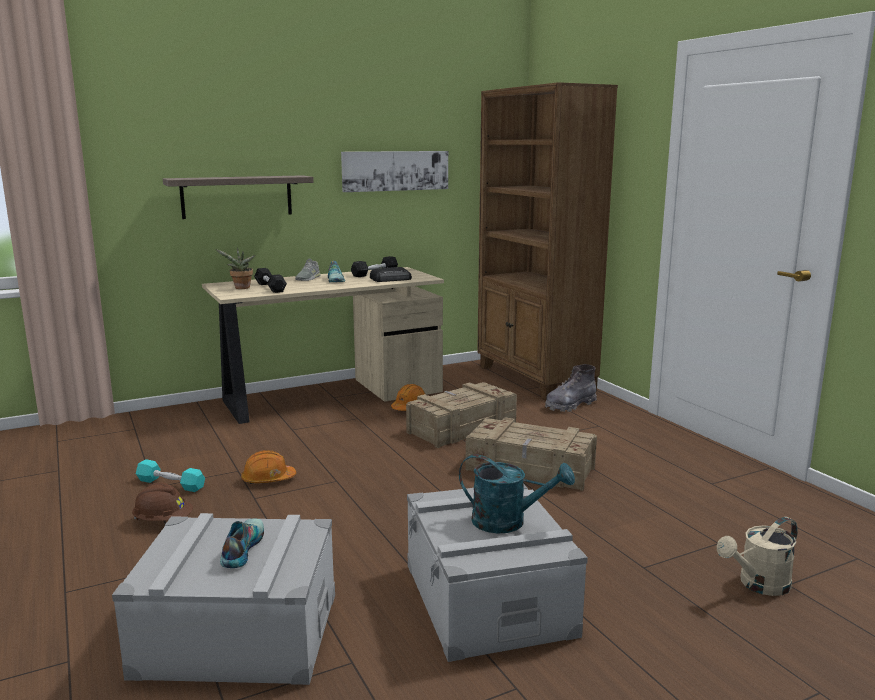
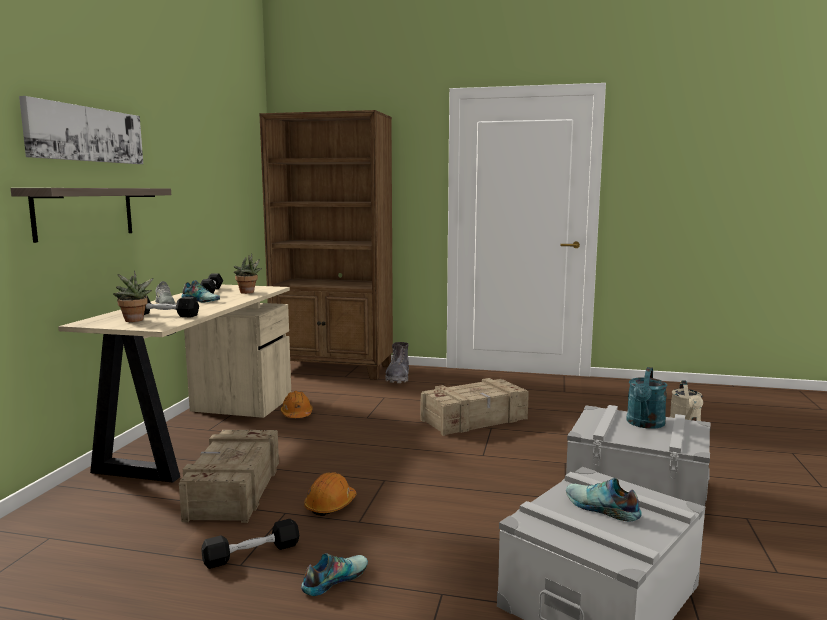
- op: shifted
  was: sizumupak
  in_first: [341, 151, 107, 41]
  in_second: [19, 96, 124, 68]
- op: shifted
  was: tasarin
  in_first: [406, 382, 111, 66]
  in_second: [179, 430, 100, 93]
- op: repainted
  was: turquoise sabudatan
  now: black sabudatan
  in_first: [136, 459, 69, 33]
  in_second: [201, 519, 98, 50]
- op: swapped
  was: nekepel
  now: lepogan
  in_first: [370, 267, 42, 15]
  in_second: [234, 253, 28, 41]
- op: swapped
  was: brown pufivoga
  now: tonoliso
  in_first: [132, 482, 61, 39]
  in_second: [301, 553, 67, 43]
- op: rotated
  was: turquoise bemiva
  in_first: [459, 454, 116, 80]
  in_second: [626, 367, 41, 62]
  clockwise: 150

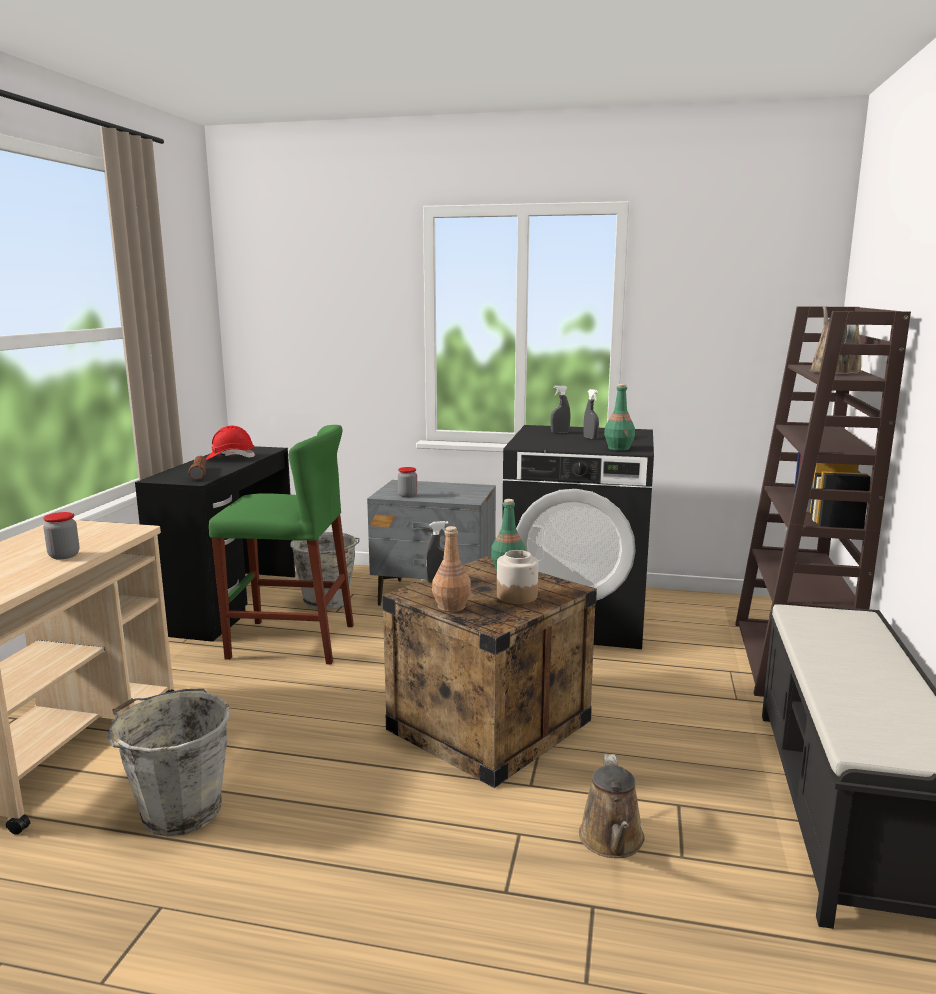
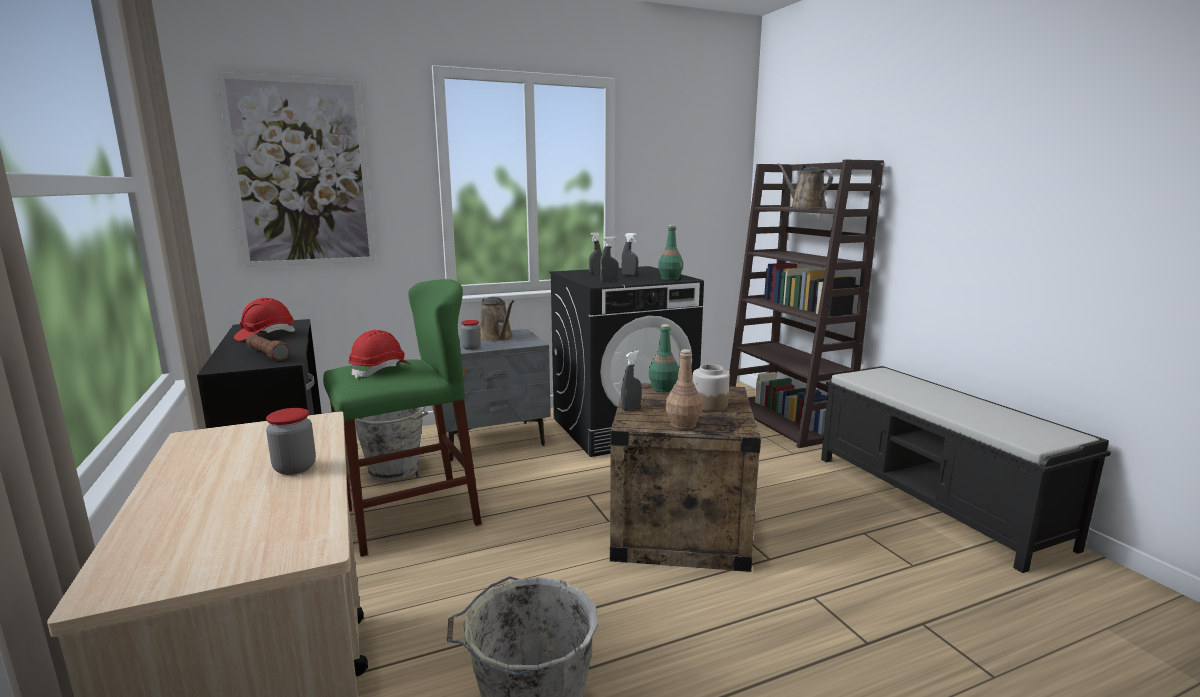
- op: new
  now: sizumupak
  in_second: [216, 72, 160, 195]
- op: new
  now: red pufivoga
  in_second: [348, 330, 63, 49]
- op: shifted
  was: brown bemiva
  in_first: [579, 754, 66, 104]
  in_second: [479, 297, 35, 44]
- op: new
  now: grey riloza
  in_second: [600, 236, 19, 46]

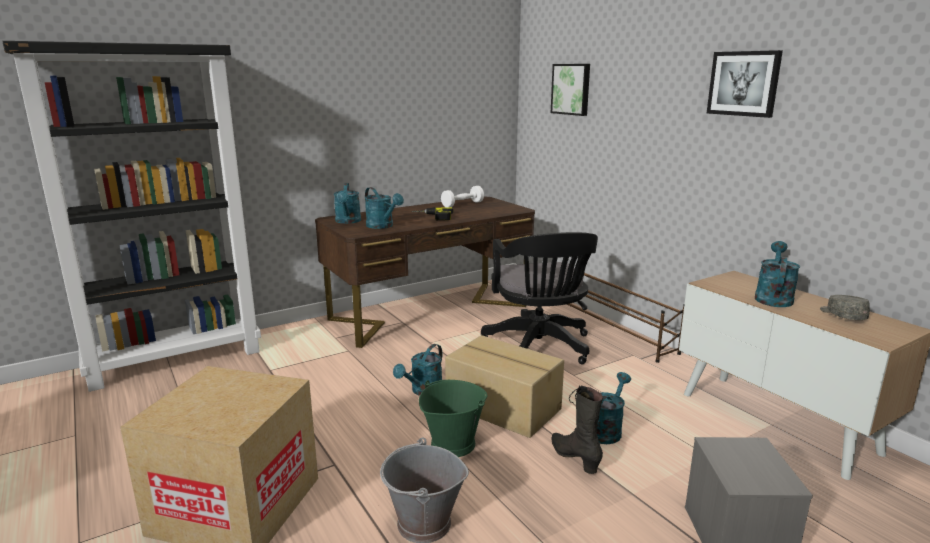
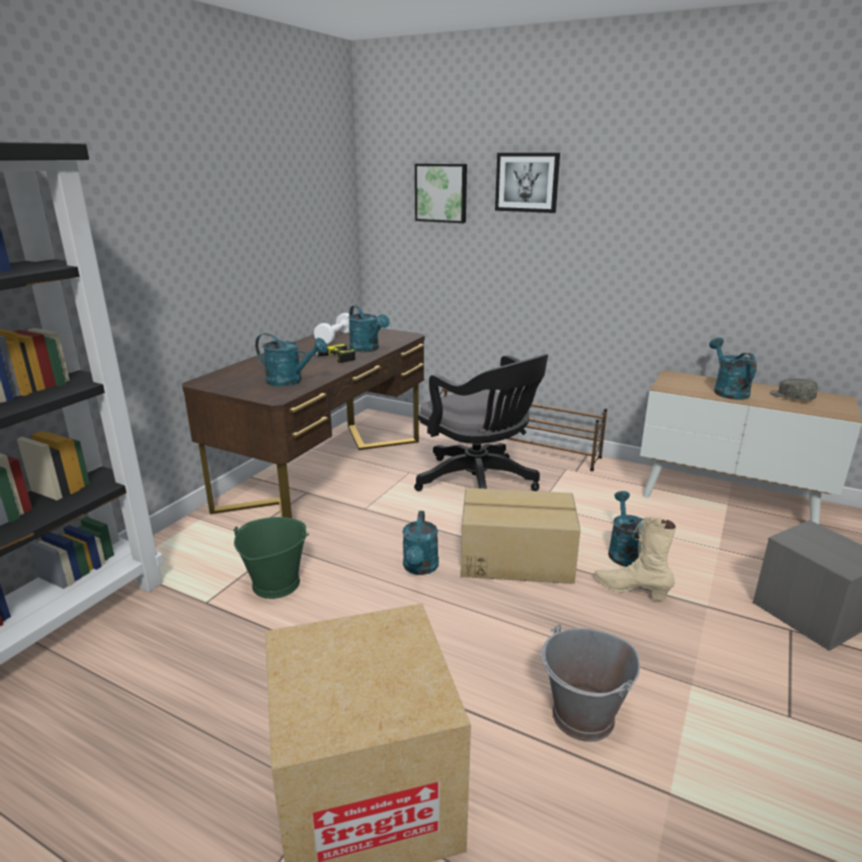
- op: shifted
  was: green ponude
  in_first: [419, 380, 68, 77]
  in_second: [233, 517, 76, 82]
- op: shifted
  was: turquoise bemiva
  in_first: [334, 183, 27, 41]
  in_second: [348, 306, 42, 46]
- op: shifted
  was: sizumupak
  in_first: [707, 50, 76, 68]
  in_second: [495, 153, 65, 60]
- op: repainted
  was: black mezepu
  now: beige mezepu
  in_first: [551, 385, 52, 89]
  in_second: [594, 517, 82, 84]

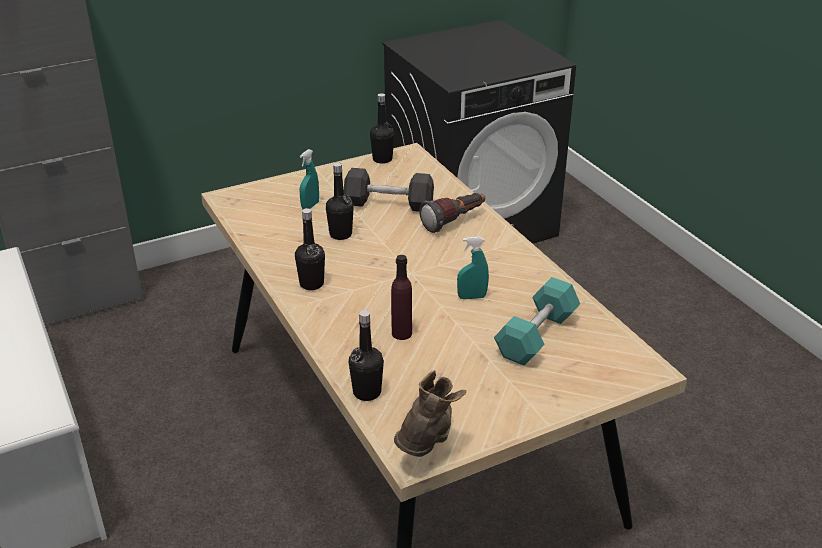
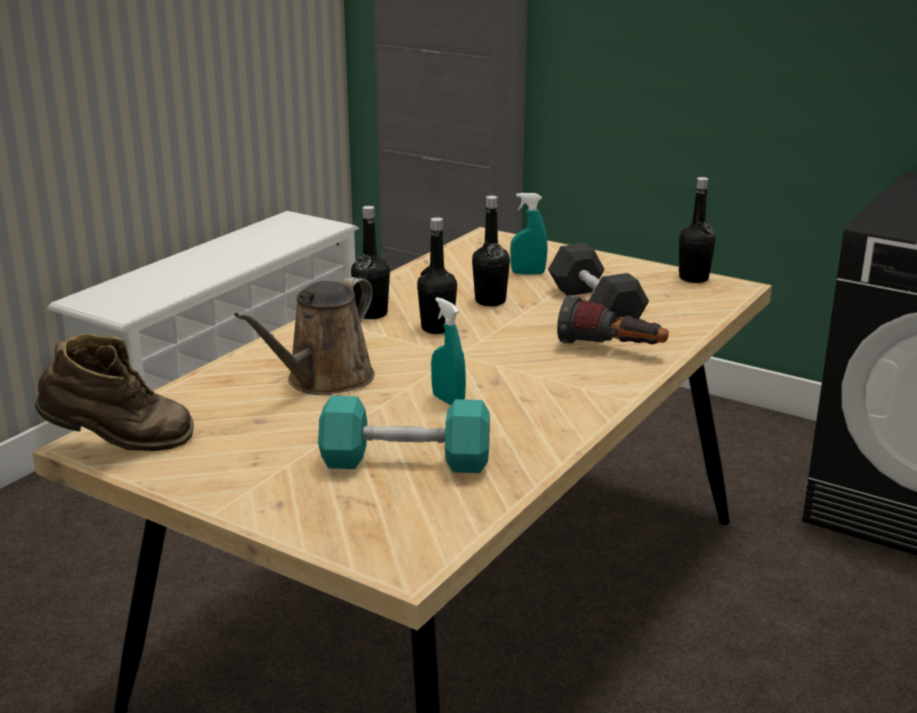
- op: swapped
  was: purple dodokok
  now: brown bemiva
  in_first: [391, 255, 21, 85]
  in_second: [234, 277, 141, 118]
- op: shifted
  was: black dodokok
  in_first: [349, 310, 35, 91]
  in_second: [417, 217, 40, 117]

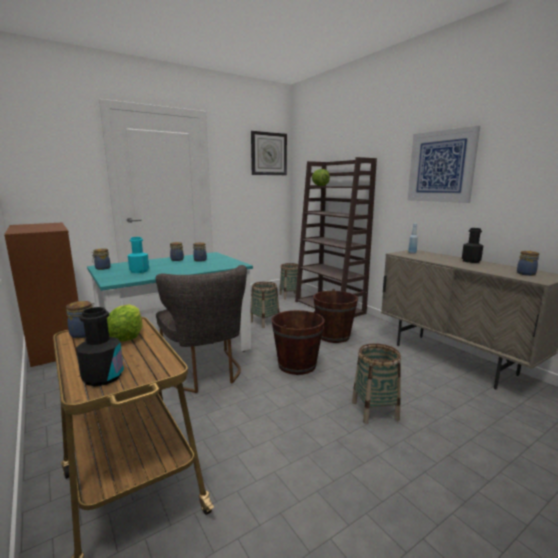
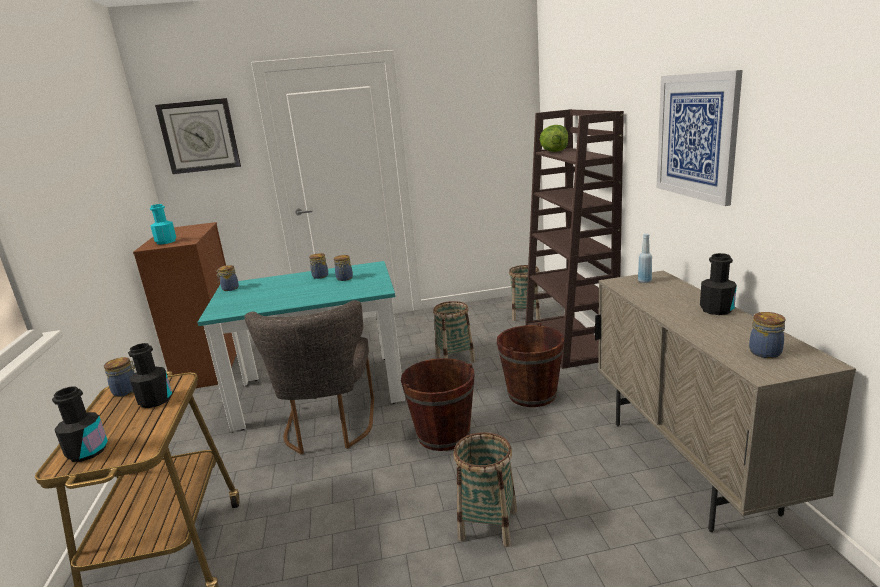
- op: swapped
  was: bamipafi
  now: black dodokok
  in_first: [107, 304, 35, 38]
  in_second: [128, 343, 44, 65]
- op: shifted
  was: turquoise dodokok
  in_first: [128, 237, 21, 36]
  in_second: [150, 204, 26, 41]
- op: shifted
  was: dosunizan
  in_first: [251, 131, 36, 44]
  in_second: [155, 98, 86, 76]

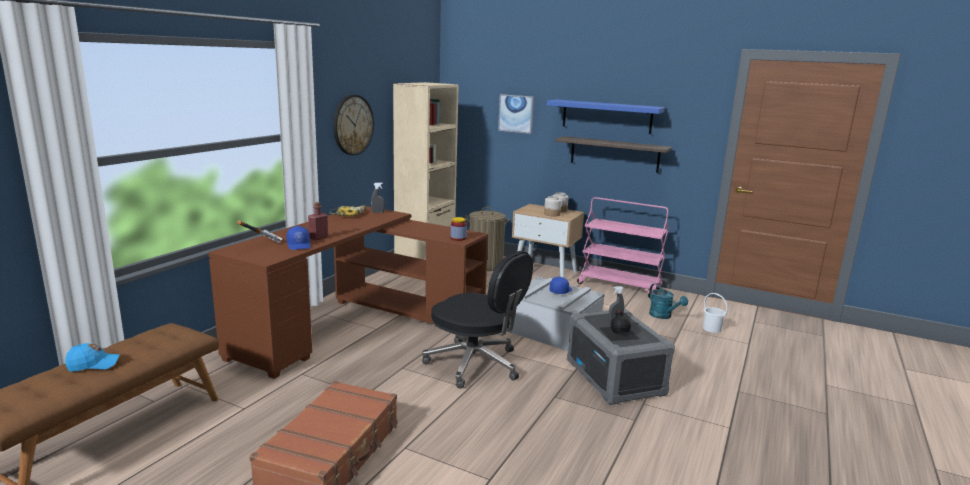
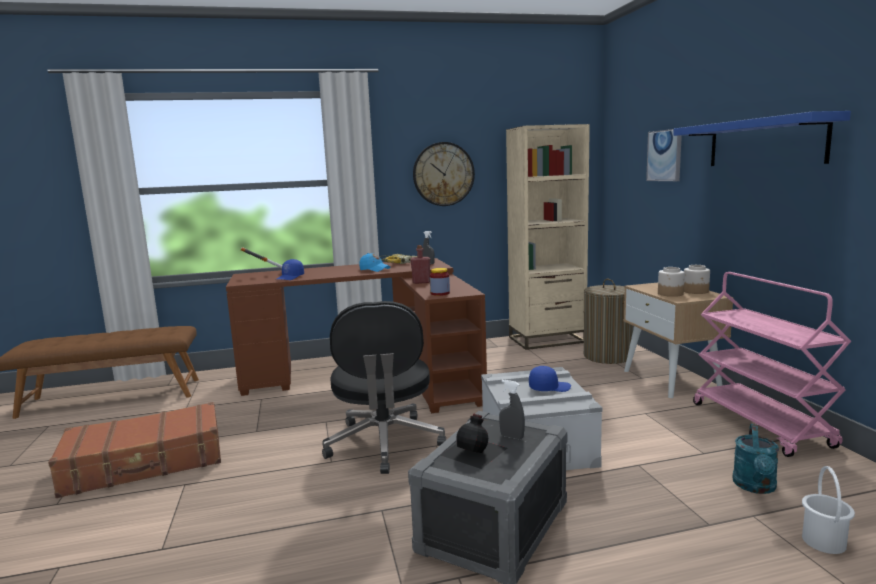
- op: shifted
  was: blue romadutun
  in_first: [65, 343, 55, 29]
  in_second: [359, 253, 31, 19]
- op: shifted
  was: red dodokok
  in_first: [308, 202, 20, 38]
  in_second: [410, 245, 20, 39]
- op: gone
  was: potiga
  in_first: [555, 136, 117, 37]

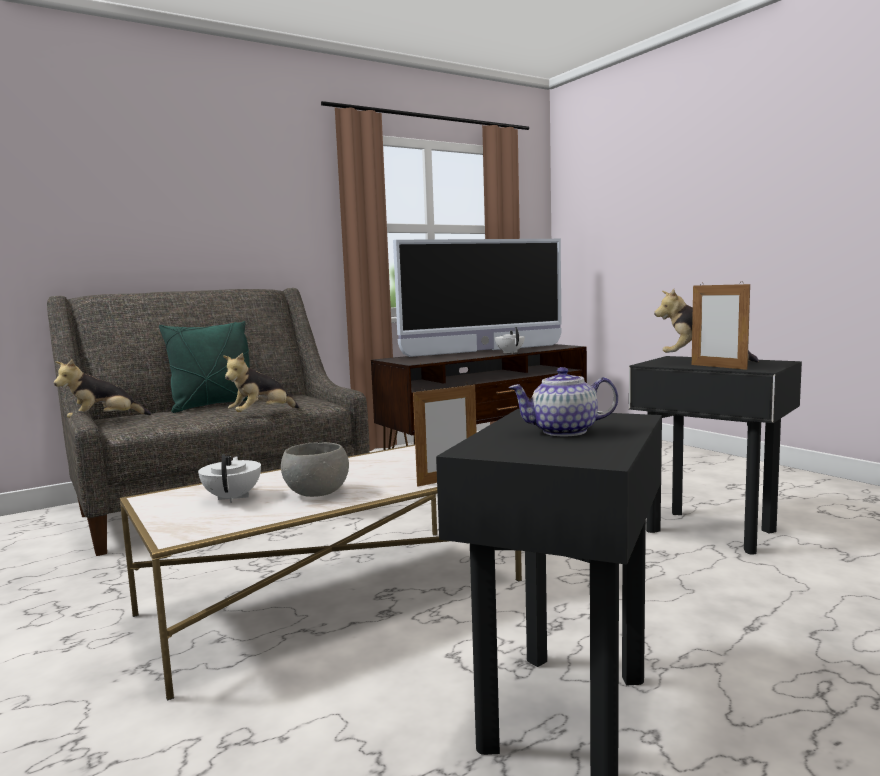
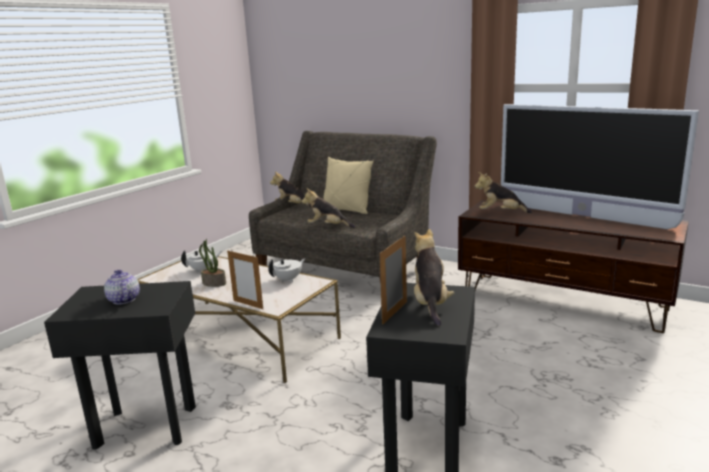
- op: swapped
  was: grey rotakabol
  now: lepogan
  in_first: [281, 442, 68, 55]
  in_second: [199, 238, 27, 49]
- op: shifted
  was: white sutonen
  in_first: [495, 327, 30, 26]
  in_second: [268, 258, 37, 24]
- op: repainted
  was: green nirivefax
  now: beige nirivefax
  in_first: [159, 321, 91, 92]
  in_second: [323, 157, 51, 57]
- op: new
  now: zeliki
  in_second: [475, 172, 57, 41]

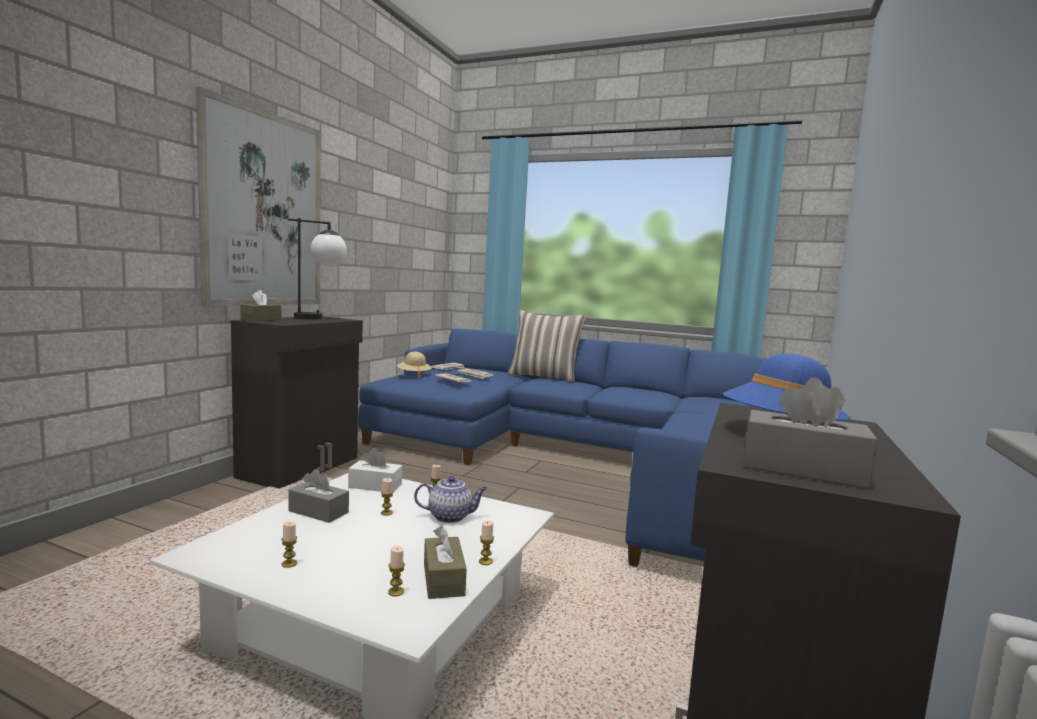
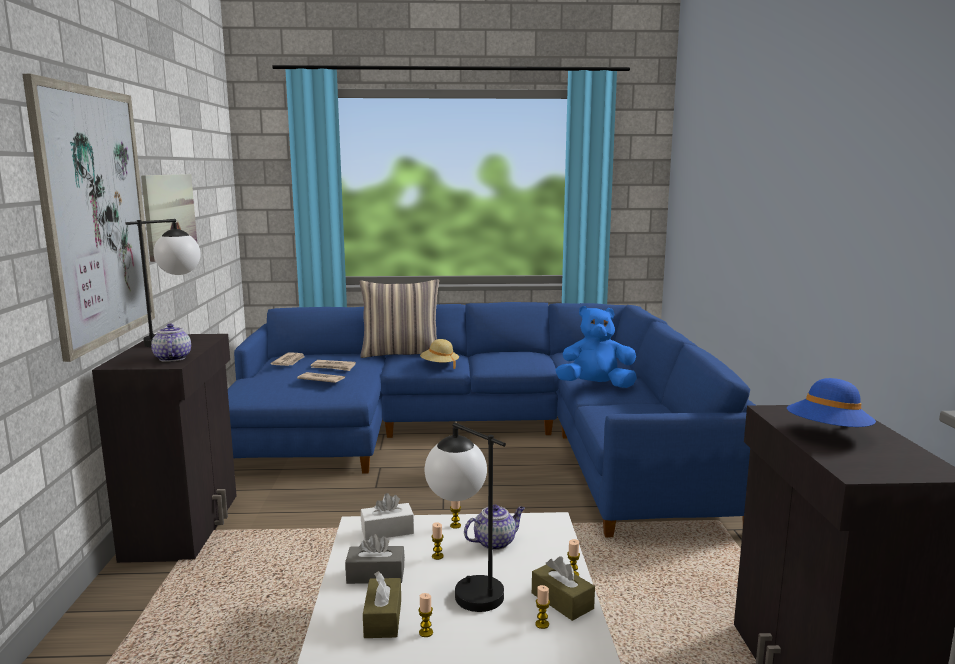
- op: new
  now: sizumupak
  in_second: [141, 174, 56, 88]
- op: new
  now: sutonen
  in_second: [151, 324, 40, 38]
- op: shifted
  was: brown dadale
  in_first: [240, 290, 41, 31]
  in_second: [363, 571, 38, 67]
- op: shifted
  was: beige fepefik
  in_first: [397, 352, 35, 27]
  in_second: [420, 339, 39, 30]
- op: new
  now: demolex
  in_second: [425, 422, 81, 190]
- op: new
  now: blue zeliki
  in_second: [555, 306, 82, 82]
- op: gone
  was: grey dadale
  in_first: [744, 377, 134, 112]

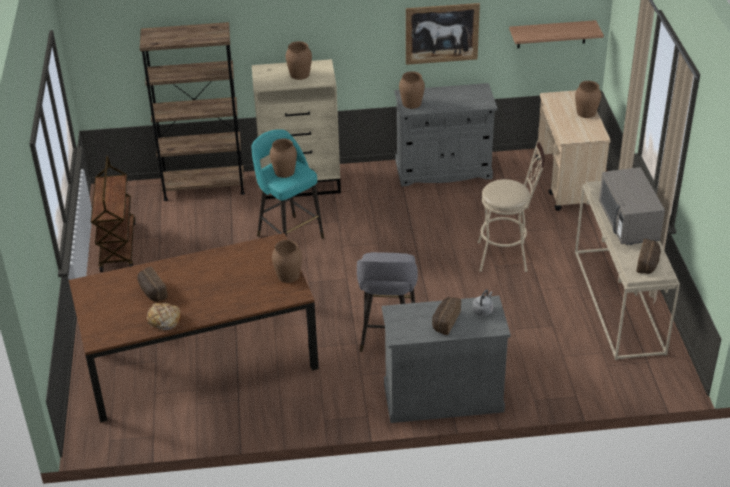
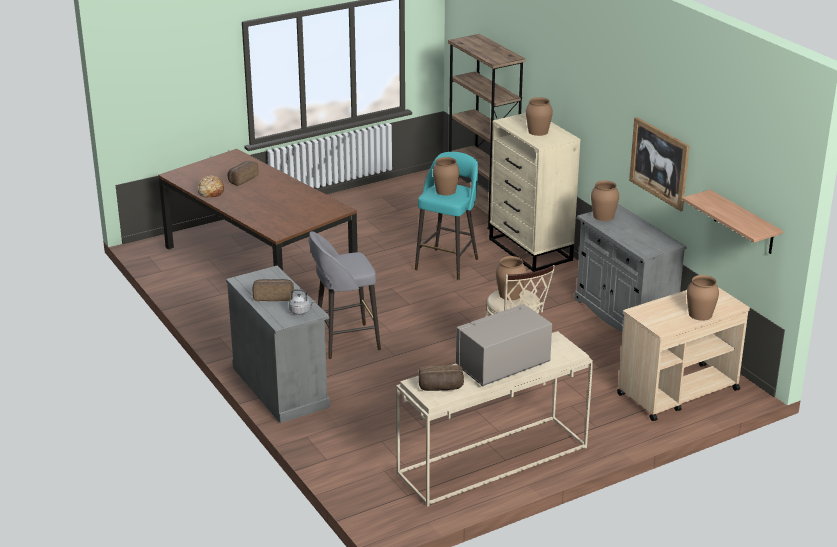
- op: shifted
  was: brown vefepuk
  in_first: [272, 240, 30, 43]
  in_second: [496, 256, 31, 44]
- op: gone
  was: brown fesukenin
  in_first: [91, 156, 45, 116]

